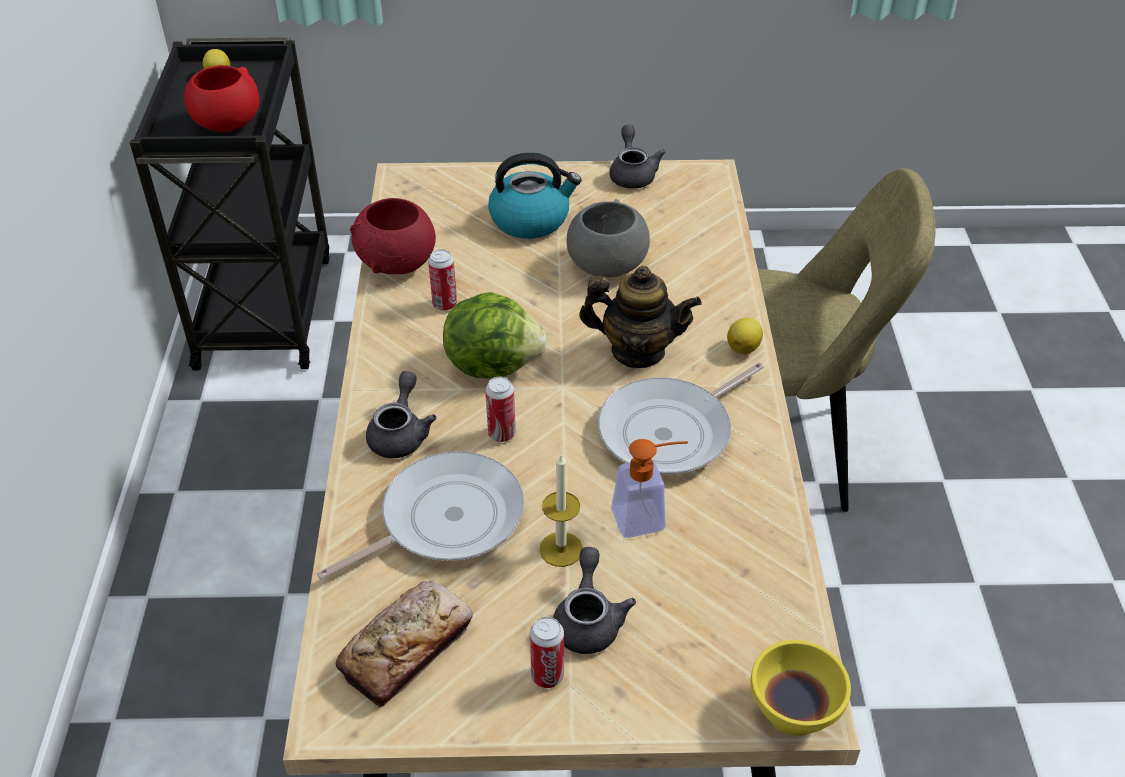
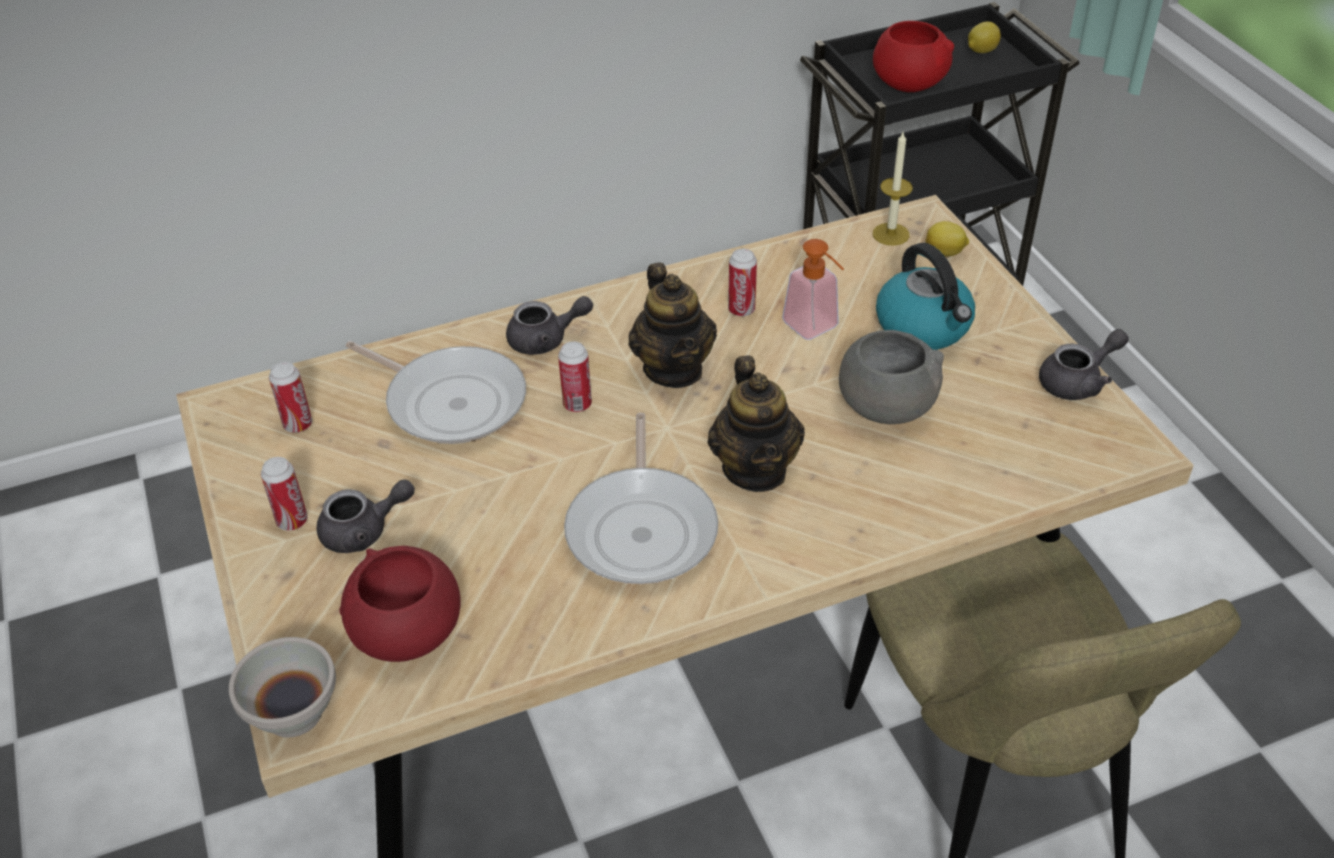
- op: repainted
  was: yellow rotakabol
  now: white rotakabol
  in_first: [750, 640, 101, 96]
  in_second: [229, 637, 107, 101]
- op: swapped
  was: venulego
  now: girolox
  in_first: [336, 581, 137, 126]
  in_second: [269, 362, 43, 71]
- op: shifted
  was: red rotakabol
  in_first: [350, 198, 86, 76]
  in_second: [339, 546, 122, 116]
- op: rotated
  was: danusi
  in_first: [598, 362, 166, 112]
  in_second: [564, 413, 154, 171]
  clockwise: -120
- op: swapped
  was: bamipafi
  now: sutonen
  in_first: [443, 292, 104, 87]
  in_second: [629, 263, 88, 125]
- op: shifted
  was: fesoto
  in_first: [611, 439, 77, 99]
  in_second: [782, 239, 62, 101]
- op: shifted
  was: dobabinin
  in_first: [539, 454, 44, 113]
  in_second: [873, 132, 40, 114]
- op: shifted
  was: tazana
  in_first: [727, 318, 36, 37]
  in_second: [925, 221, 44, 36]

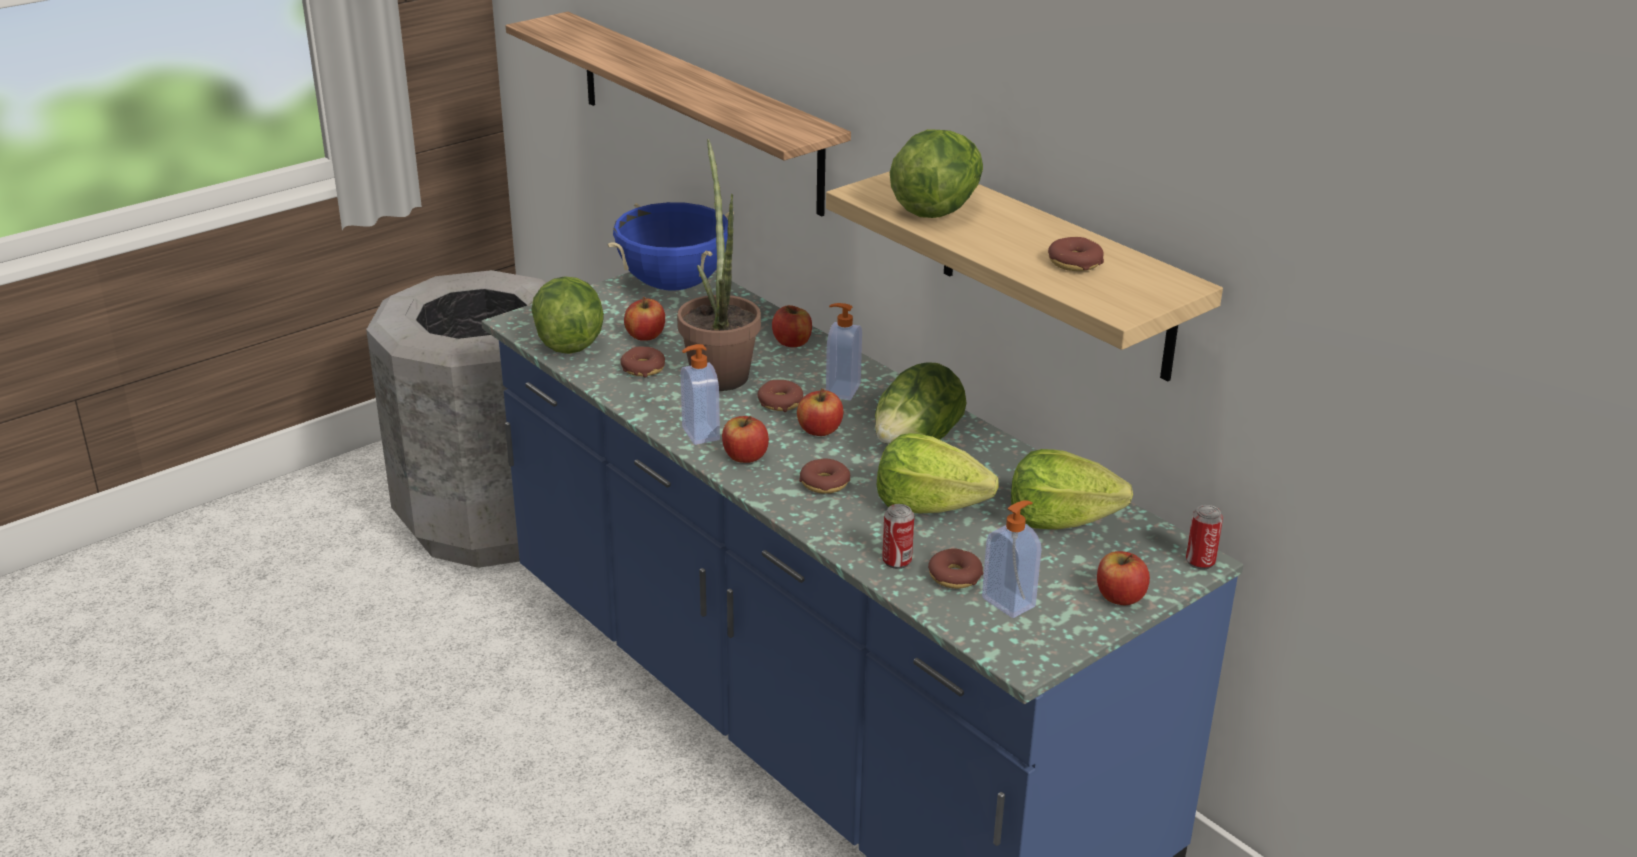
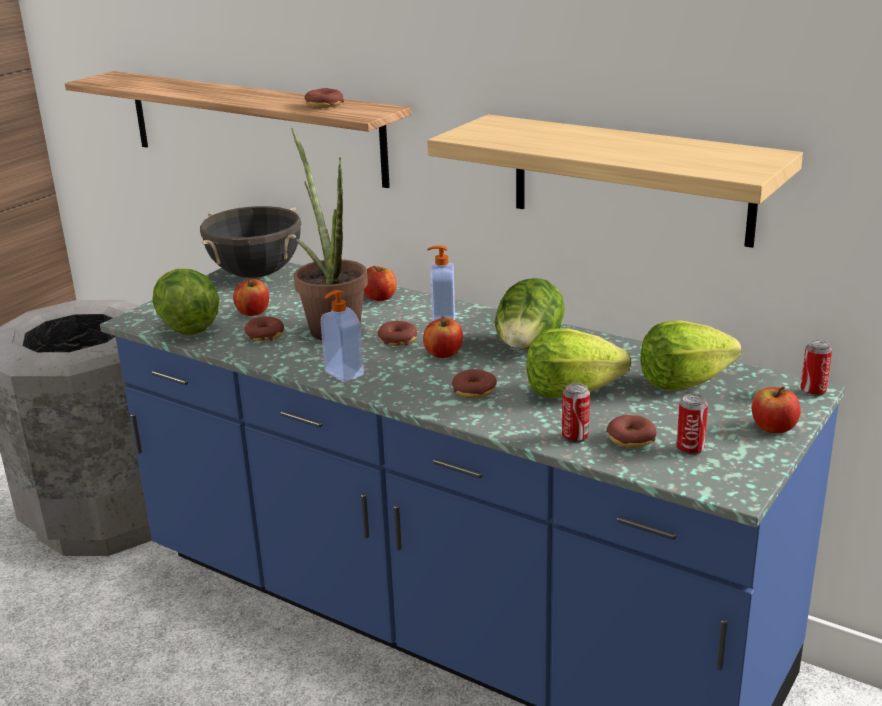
- op: repainted
  was: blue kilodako
  now: black kilodako
  in_first: [607, 202, 127, 89]
  in_second: [200, 206, 102, 72]
- op: shifted
  was: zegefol
  in_first: [1048, 237, 56, 34]
  in_second: [304, 88, 40, 20]
- op: swapped
  was: fesoto
  now: girolox
  in_first: [982, 501, 59, 117]
  in_second: [676, 394, 32, 61]
- op: gone
  was: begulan
  in_first: [722, 416, 47, 47]
- op: gone
  was: bamipafi
  in_first: [890, 129, 93, 89]

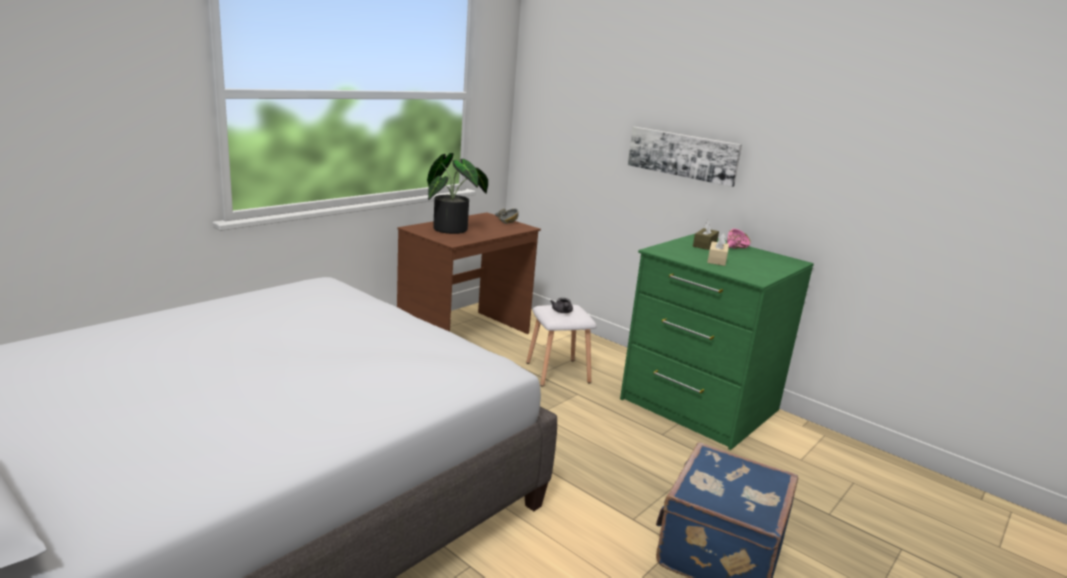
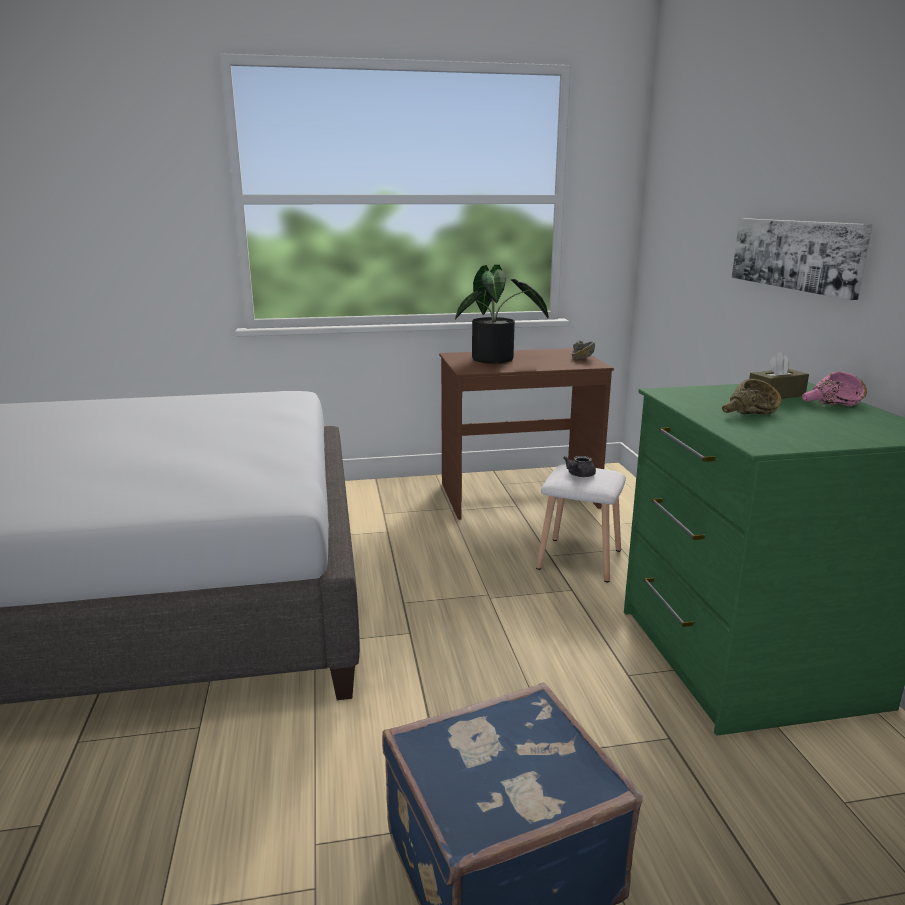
- op: swapped
  was: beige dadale
  now: brown rotakabol
  in_first: [707, 233, 22, 33]
  in_second: [722, 379, 59, 36]

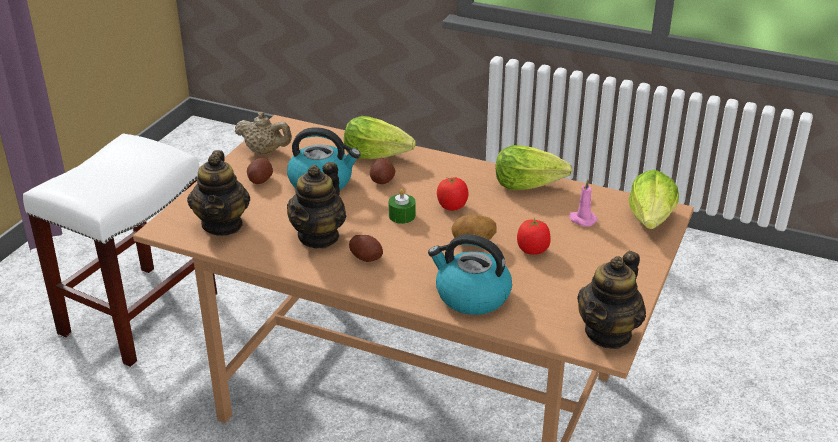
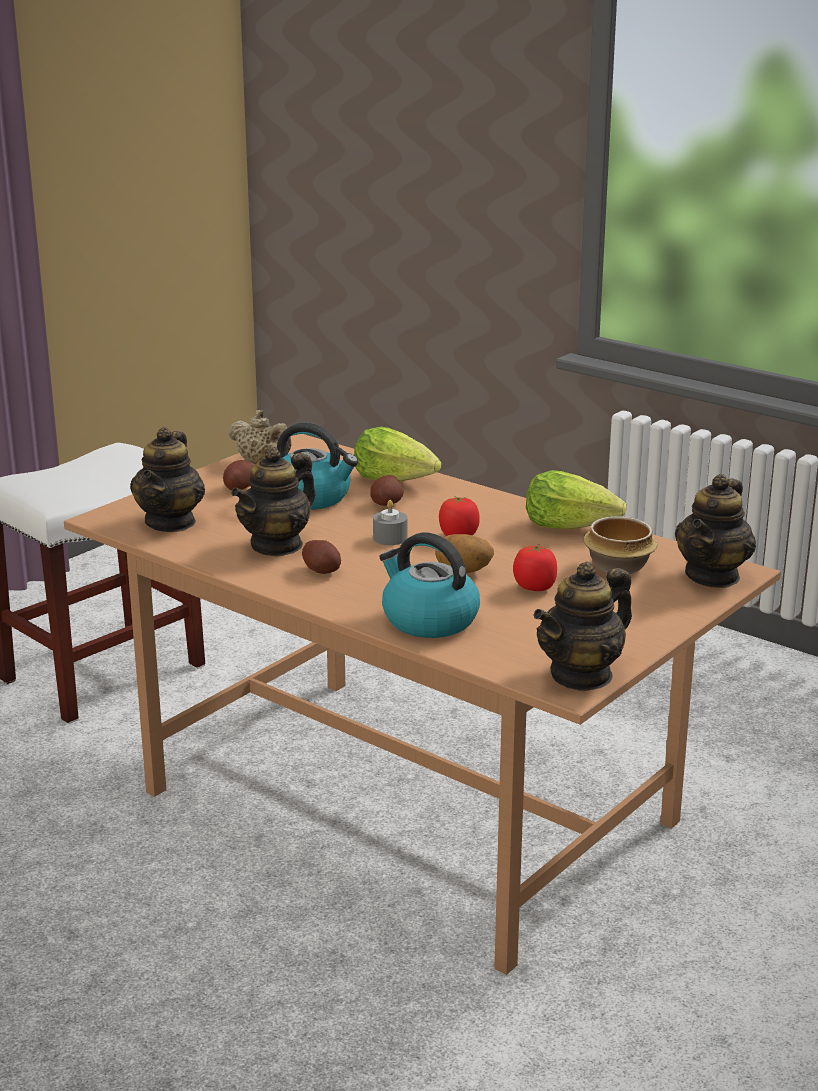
- op: repainted
  was: green dobabinin
  now: grey dobabinin
  in_first: [389, 189, 27, 35]
  in_second: [373, 500, 35, 45]
- op: swapped
  was: pink dobabinin
  now: rotakabol
  in_first: [569, 179, 28, 48]
  in_second: [583, 516, 74, 58]
- op: swapped
  was: bamipafi
  now: sutonen
  in_first: [629, 170, 50, 59]
  in_second: [675, 474, 81, 114]

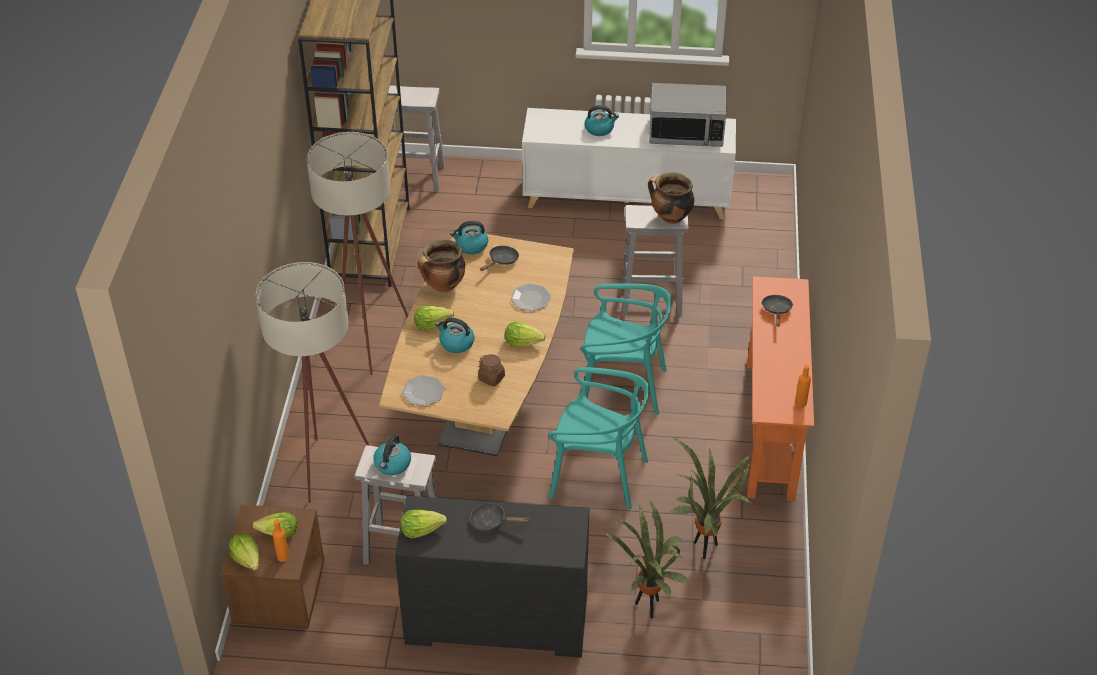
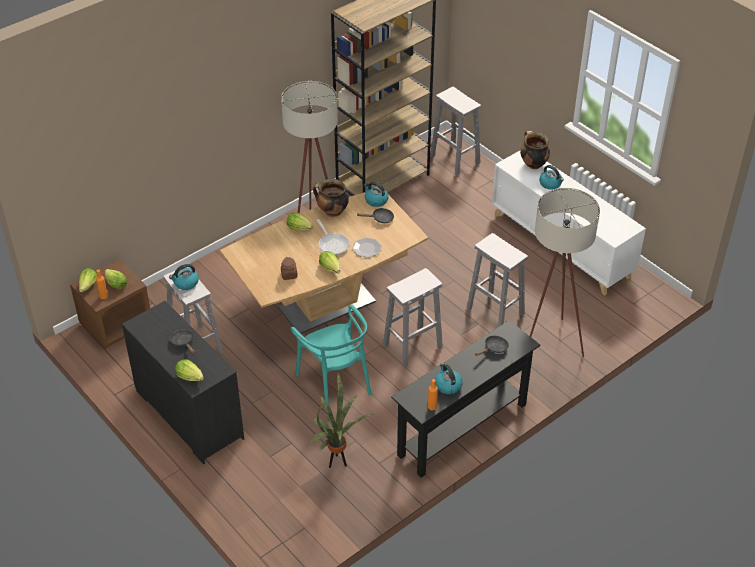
- op: shifted
  was: bamipafi
  in_first: [401, 510, 46, 28]
  in_second: [175, 359, 29, 22]
- op: new
  now: danusi
  in_second: [317, 219, 32, 36]
- op: swapped
  was: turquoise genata
  now: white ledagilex
  in_first: [581, 283, 90, 132]
  in_second: [383, 268, 60, 100]
- op: repainted
  was: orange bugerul
  now: black bugerul
  in_first: [747, 276, 67, 225]
  in_second: [391, 320, 149, 158]
- op: shifted
  was: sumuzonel
  in_first: [435, 318, 39, 35]
  in_second: [435, 363, 28, 31]
- op: shifted
  was: kilodako
  in_first: [648, 172, 46, 52]
  in_second: [520, 131, 30, 38]
- op: shifted
  was: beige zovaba
  in_first: [256, 262, 114, 241]
  in_second: [530, 188, 70, 169]
- op: gone
  was: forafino
  in_first: [402, 375, 43, 31]
- op: gone
  was: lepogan
  in_first: [601, 500, 87, 118]
- op: gone
  was: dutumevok
  in_first: [649, 83, 77, 64]

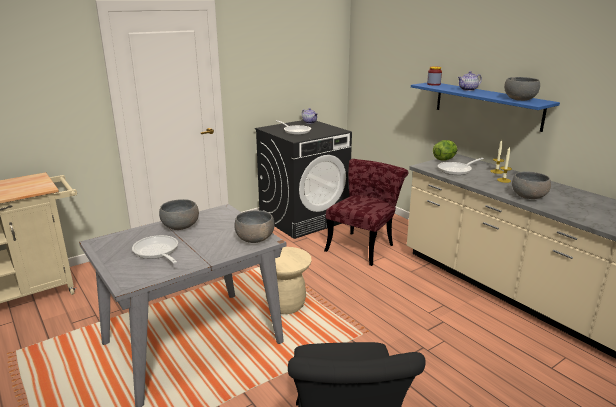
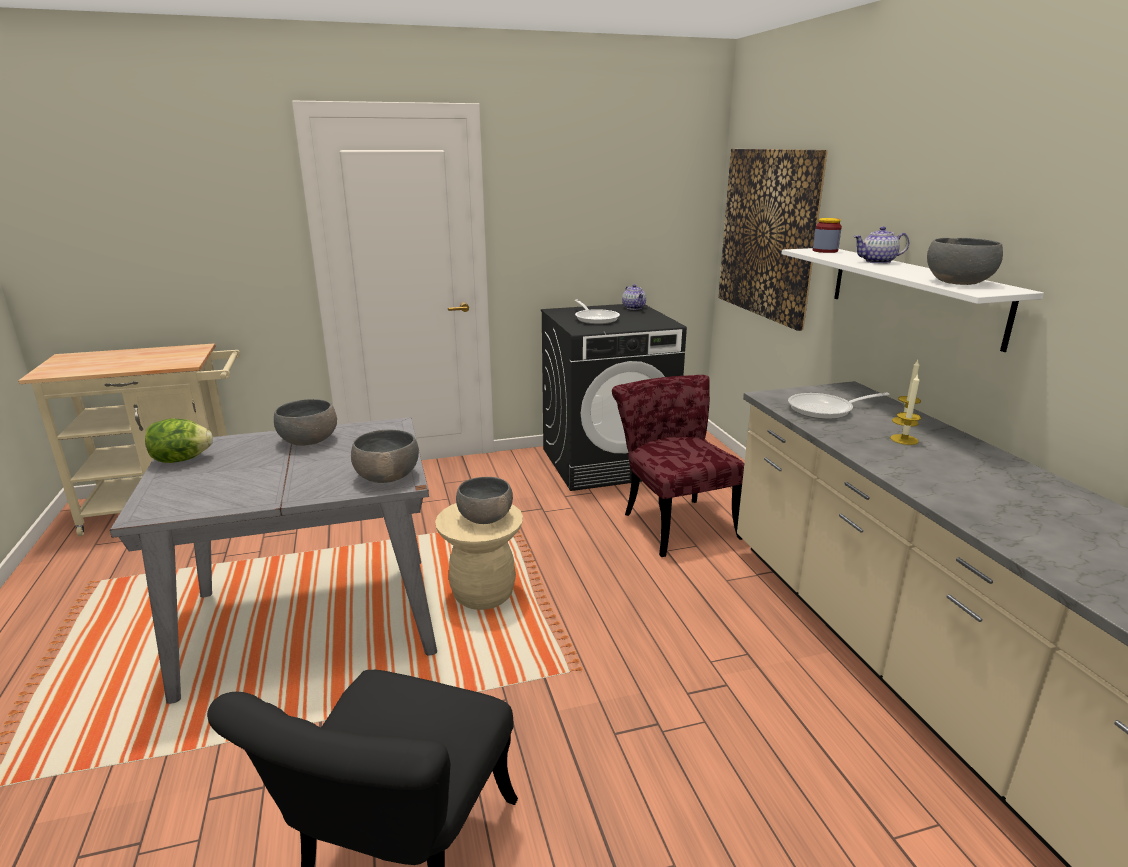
- op: shifted
  was: bamipafi
  in_first: [433, 140, 25, 21]
  in_second: [145, 418, 68, 45]
- op: shifted
  was: grey rotakabol
  in_first: [512, 171, 39, 28]
  in_second: [456, 477, 57, 47]
- op: rotated
  was: red genata
  in_first: [324, 159, 85, 107]
  in_second: [612, 375, 132, 182]
  clockwise: -75
- op: new
  now: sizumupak
  in_second: [718, 149, 110, 182]
- op: repainted
  was: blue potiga
  now: white potiga
  in_first: [411, 83, 149, 49]
  in_second: [781, 248, 263, 104]
- op: gone
  was: danusi
  in_first: [132, 235, 46, 29]

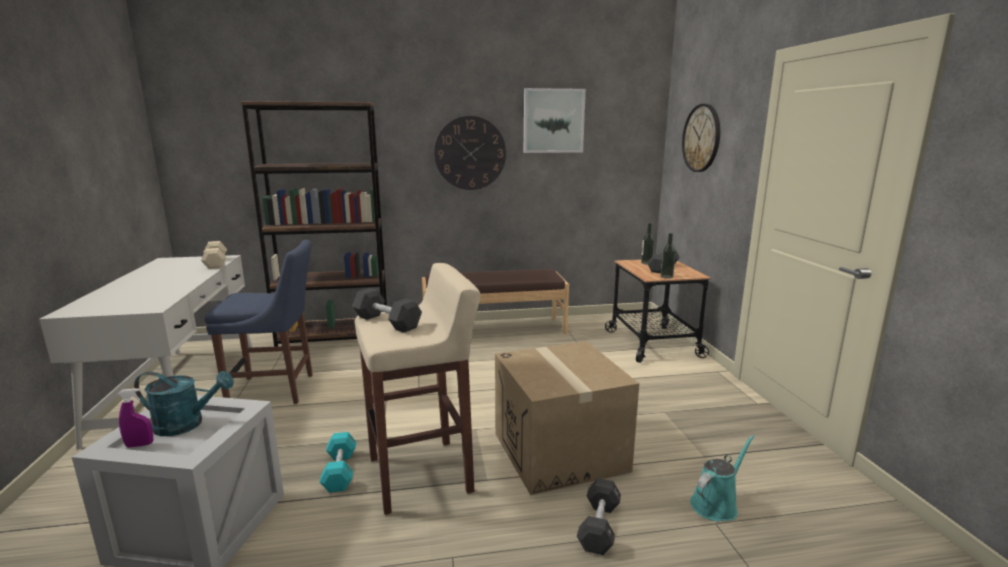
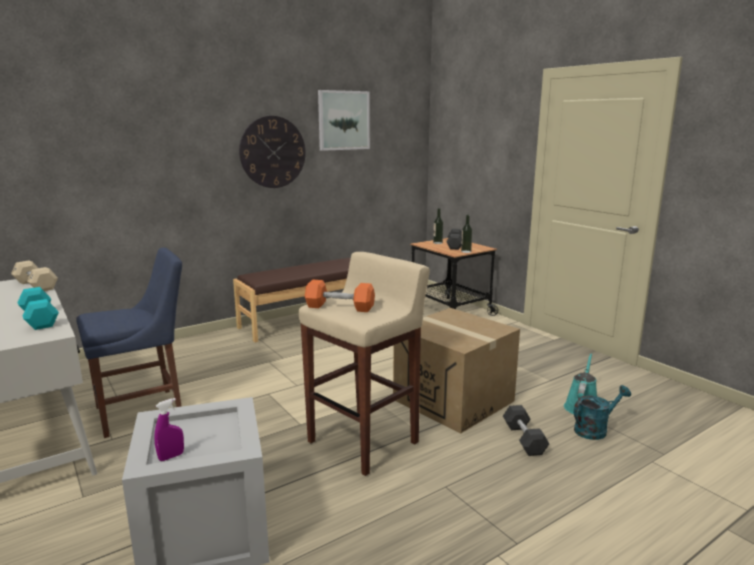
- op: shifted
  was: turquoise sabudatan
  in_first: [320, 432, 36, 61]
  in_second: [17, 287, 42, 43]
- op: repainted
  was: black sabudatan
  now: orange sabudatan
  in_first: [352, 288, 70, 45]
  in_second: [305, 280, 70, 32]
- op: shifted
  was: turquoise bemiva
  in_first: [134, 371, 100, 65]
  in_second: [574, 385, 57, 55]
- op: gone
  was: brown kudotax
  in_first: [241, 101, 146, 246]
- op: gone
  was: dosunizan
  in_first: [682, 104, 38, 68]

